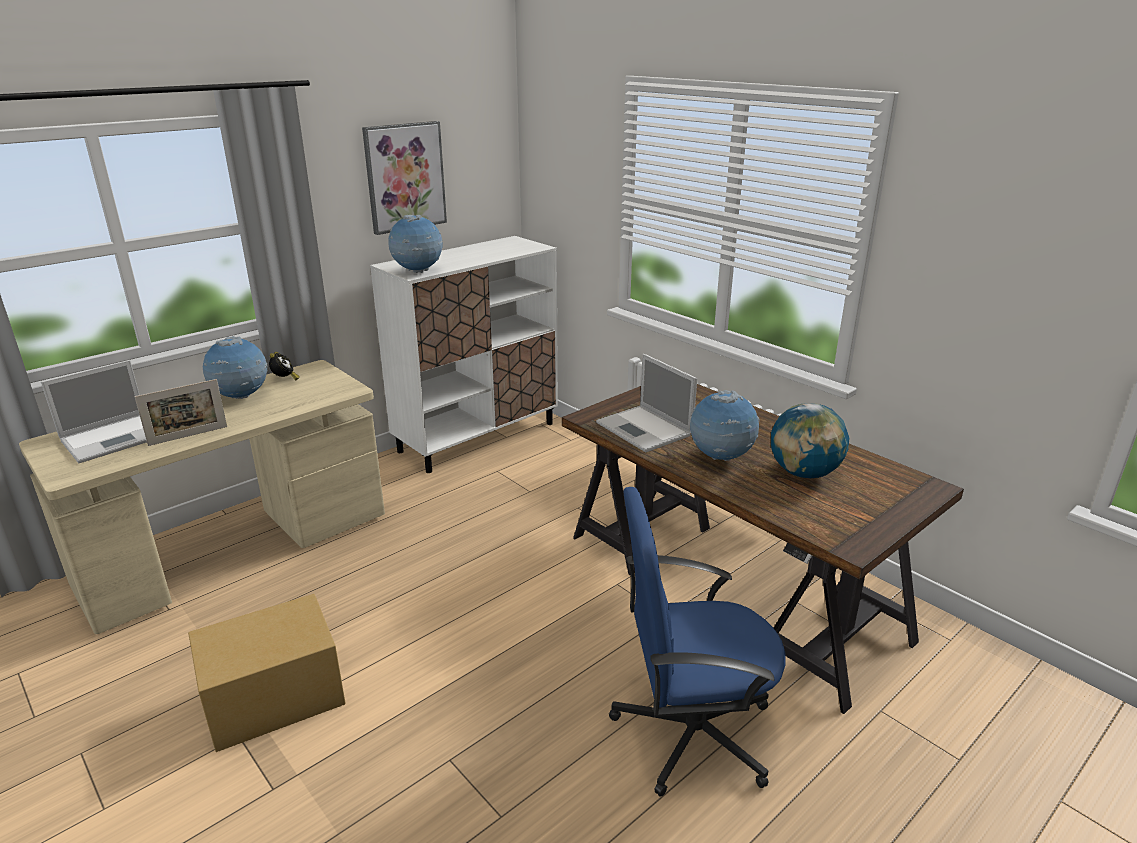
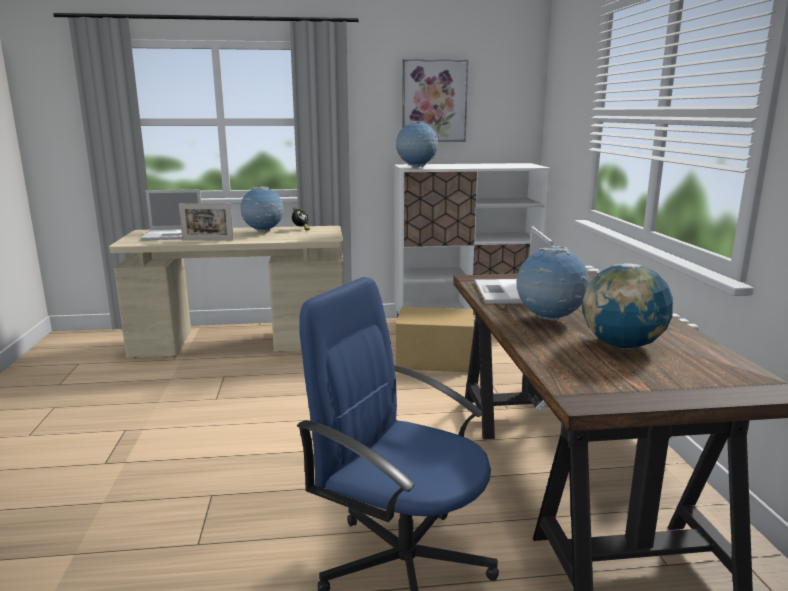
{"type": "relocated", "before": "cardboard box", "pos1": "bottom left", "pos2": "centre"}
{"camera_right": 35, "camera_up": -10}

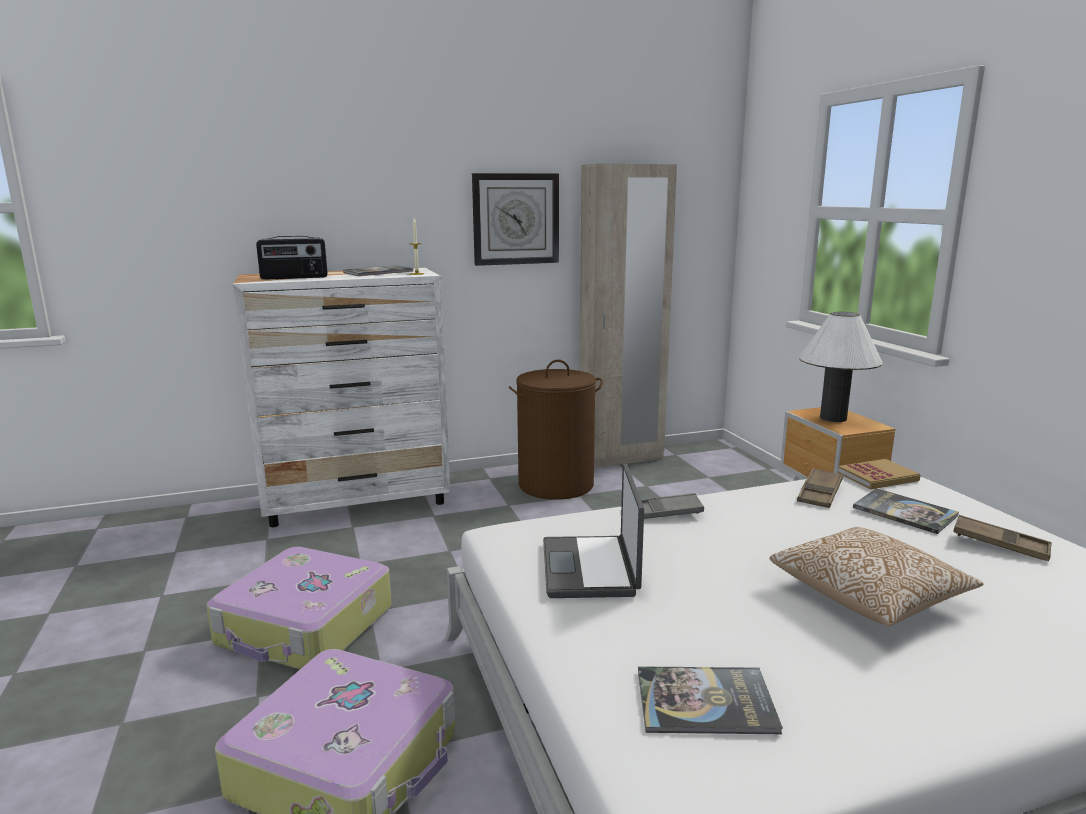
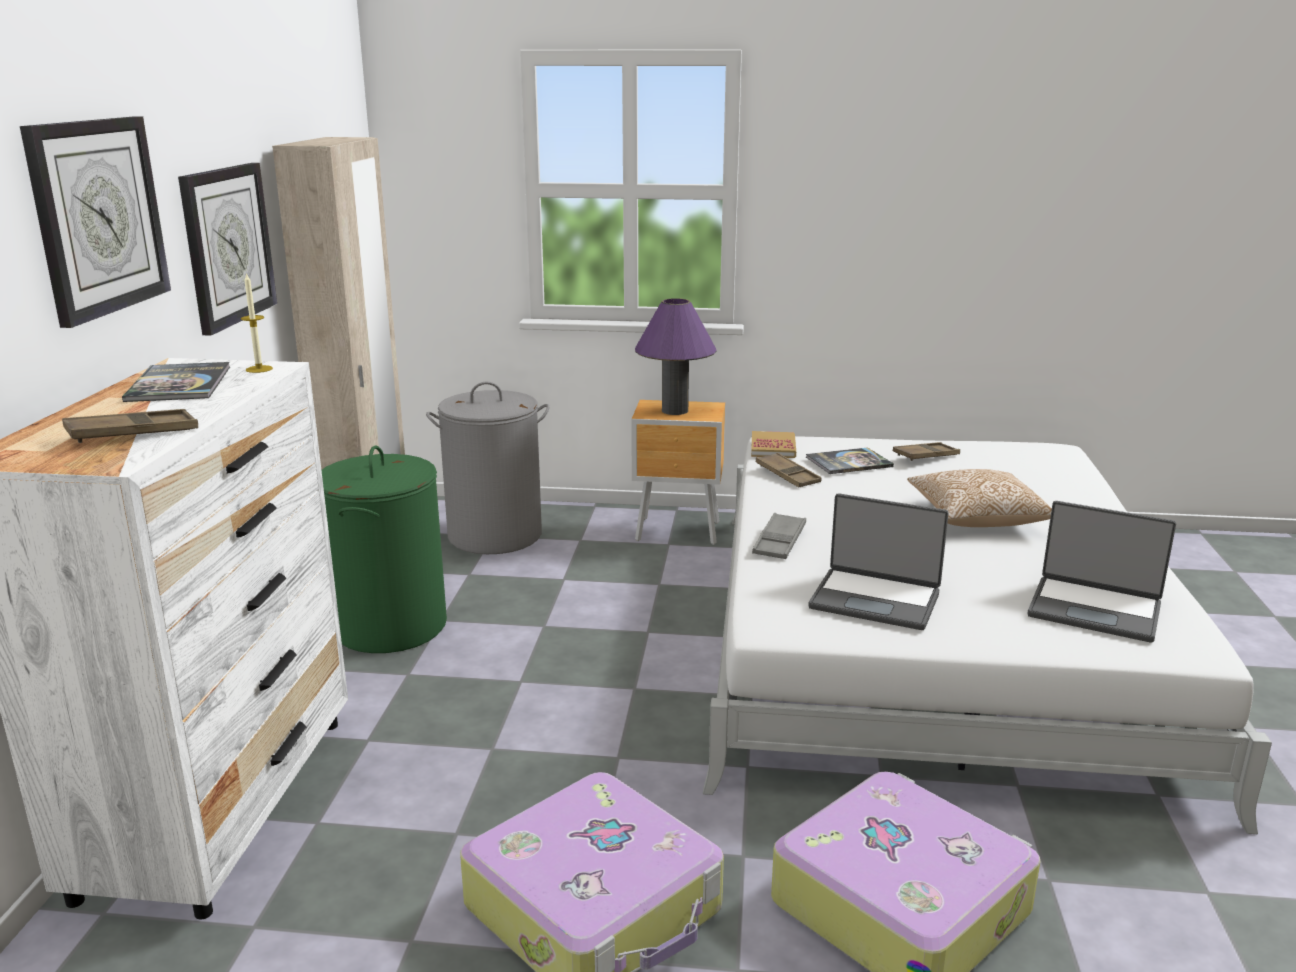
{"type": "appeared", "after": "wall clock (no. 1 from left)", "pos2": "top left"}
{"type": "appeared", "after": "grey laundry basket", "pos2": "centre"}
{"type": "exchanged", "before": "radio", "after": "brown tray (no. 1 from left)", "pos1": "top left", "pos2": "middle left"}
{"type": "exchanged", "before": "book (no. 2 from left)", "after": "laptop (no. 2 from left)", "pos1": "bottom centre", "pos2": "middle right"}
{"type": "colour", "before": "brown laundry basket", "after": "green laundry basket", "pos1": "centre", "pos2": "middle left"}
{"type": "colour", "before": "white table lamp", "after": "purple table lamp", "pos1": "middle right", "pos2": "centre"}
{"camera_right": -65, "camera_up": 5}

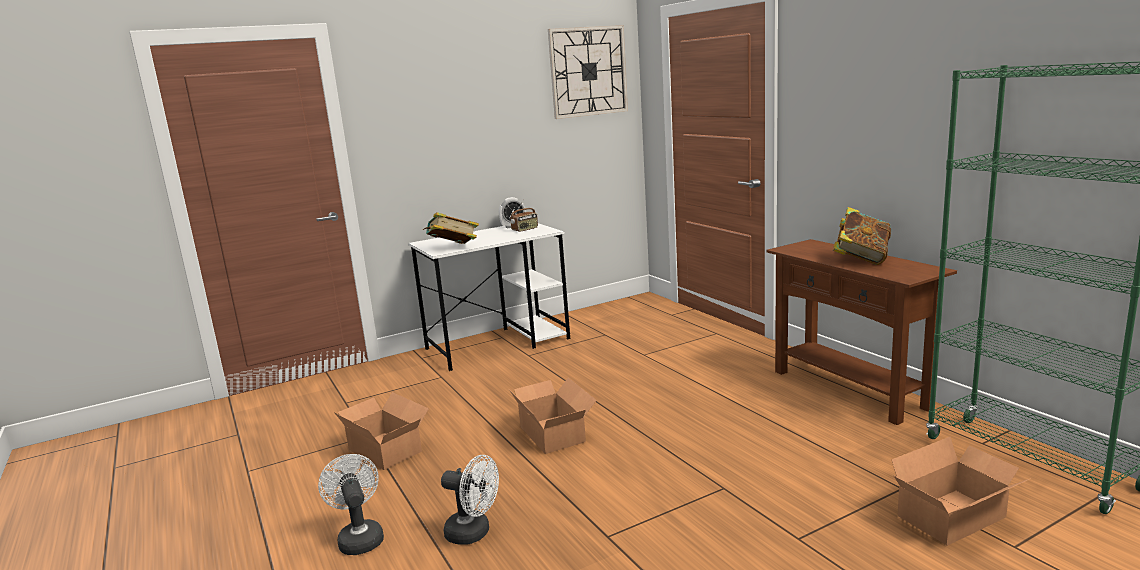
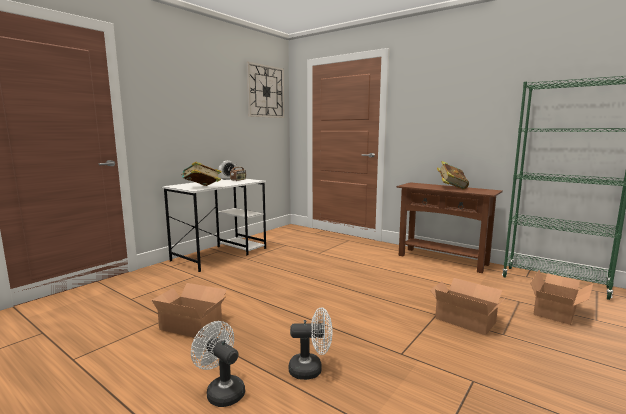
{"type": "relocated", "before": "cardboard box (no. 2 from left)", "pos1": "bottom centre", "pos2": "bottom right"}
{"camera_right": -25, "camera_up": -5}

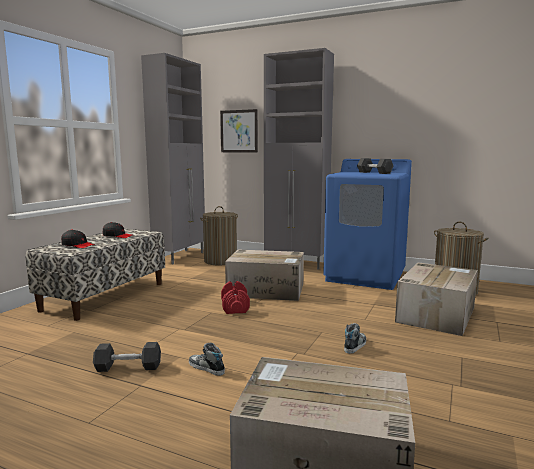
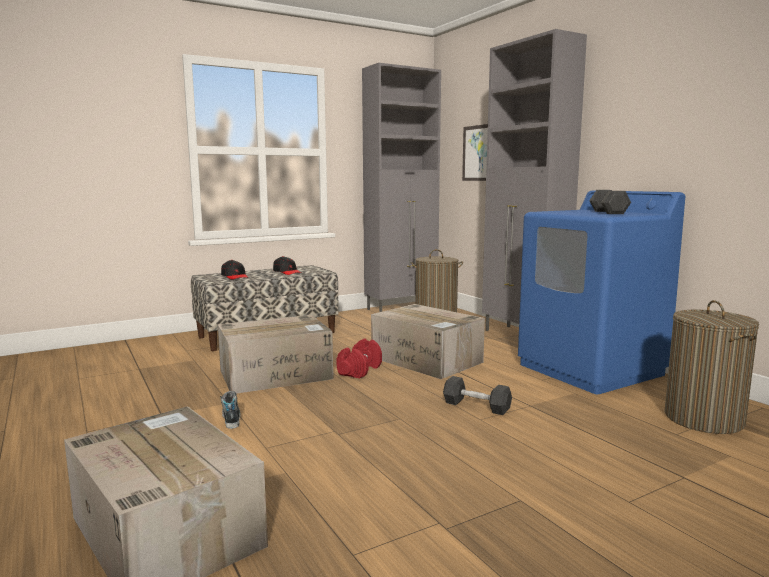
{"type": "missing", "before": "shoe (no. 2 from left)", "pos1": "bottom centre"}
{"type": "relocated", "before": "grey dumbbell (no. 1 from left)", "pos1": "bottom left", "pos2": "bottom centre"}
{"type": "relocated", "before": "cardboard box (no. 3 from left in the first image)", "after": "cardboard box (no. 2 from left)", "pos1": "middle right", "pos2": "centre"}
{"camera_right": 35, "camera_up": 0}

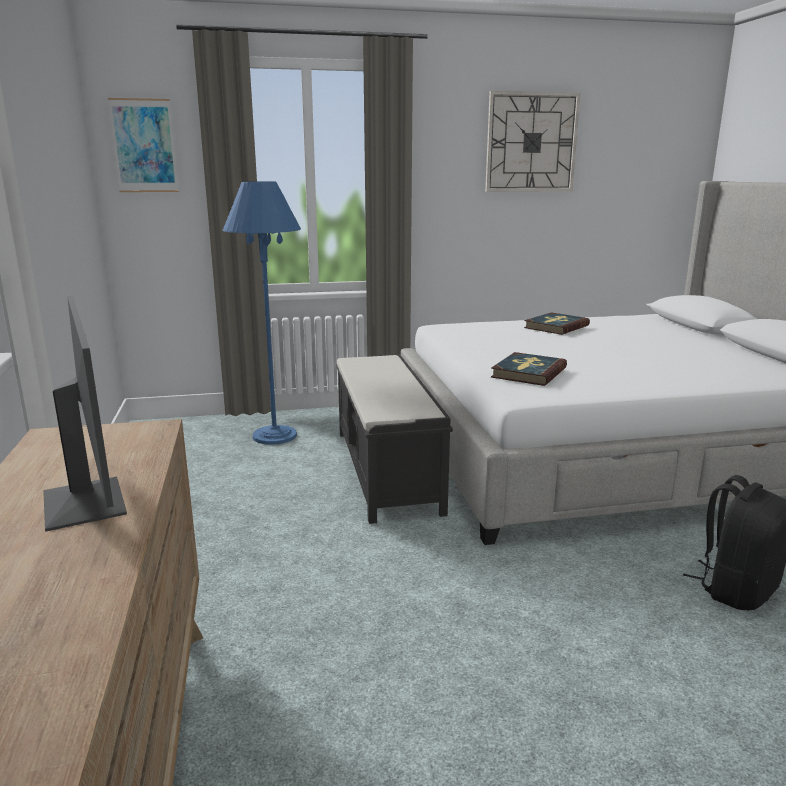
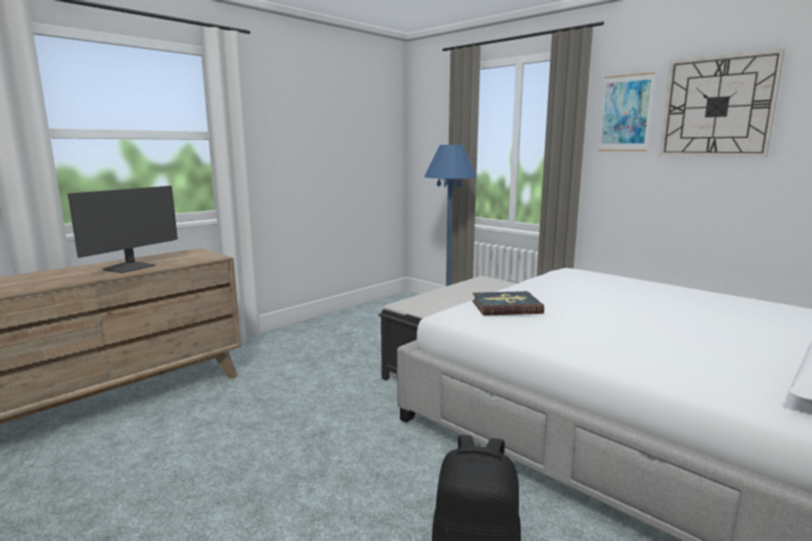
{"type": "missing", "before": "book (no. 2 from left)", "pos1": "middle right"}
{"type": "relocated", "before": "picture", "pos1": "top left", "pos2": "top right"}
{"camera_right": 55, "camera_up": -5}

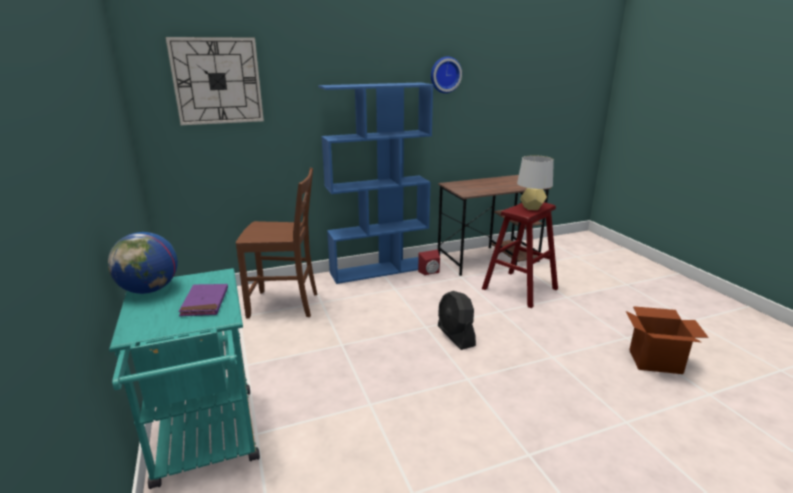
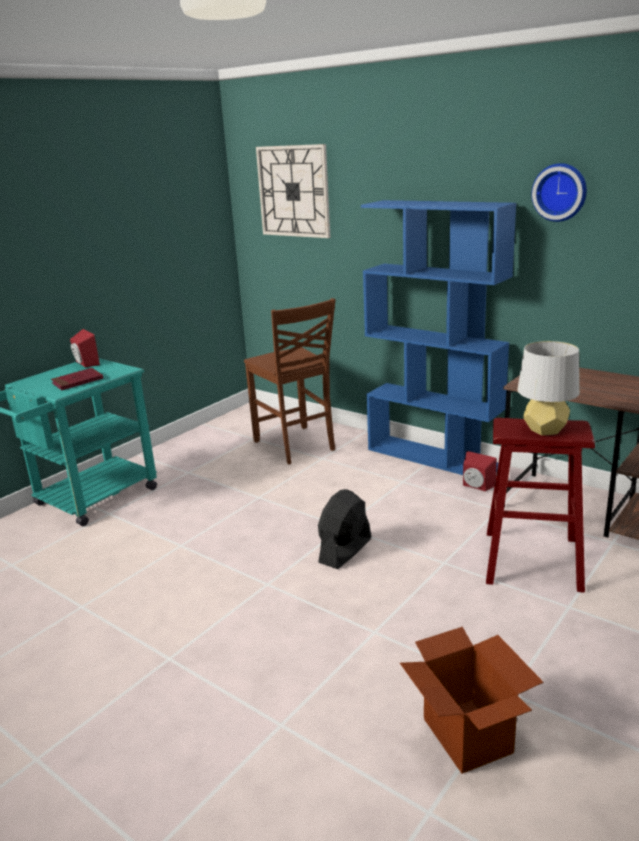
{"type": "exchanged", "before": "globe", "after": "red speaker (no. 1 from left)", "pos1": "middle left", "pos2": "middle left"}
{"type": "colour", "before": "purple book", "after": "red book", "pos1": "middle left", "pos2": "middle left"}
{"camera_right": 60, "camera_up": 0}

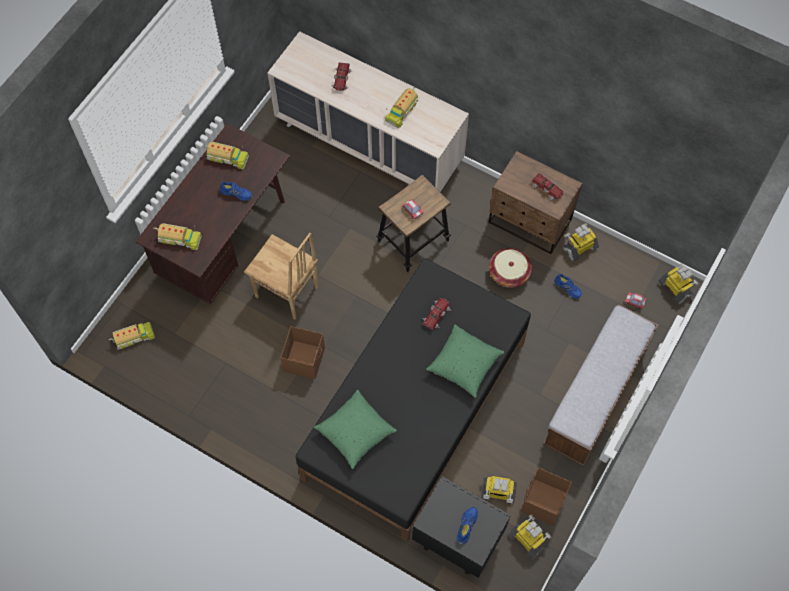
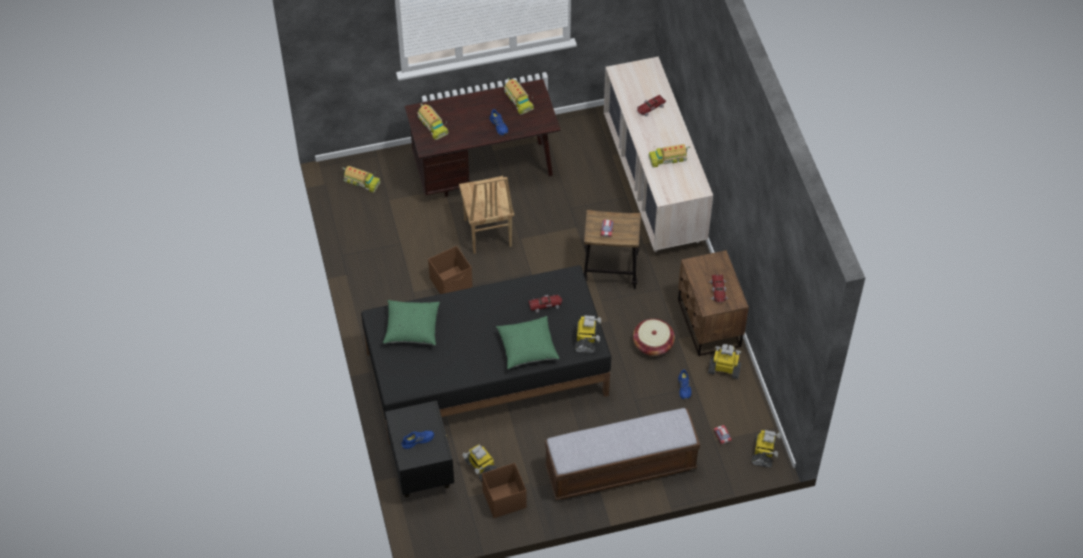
{"type": "relocated", "before": "toy robot (no. 2 from left)", "pos1": "bottom right", "pos2": "centre"}
{"camera_right": 45, "camera_up": -10}

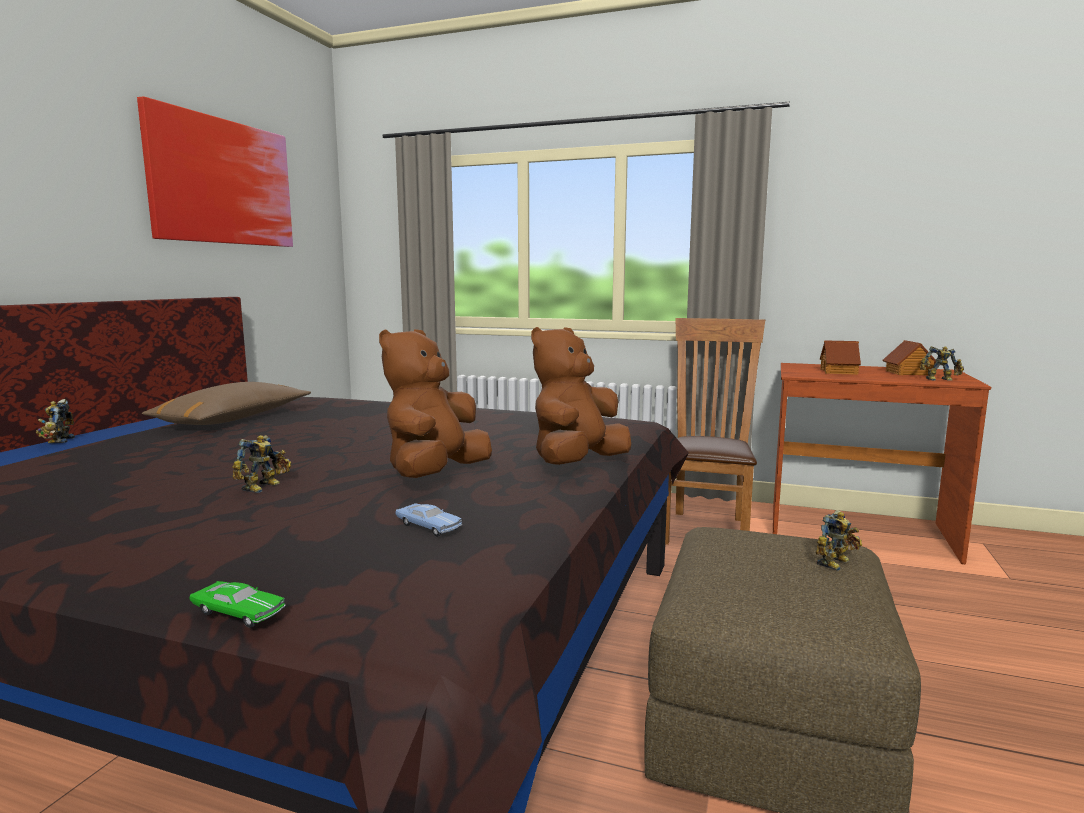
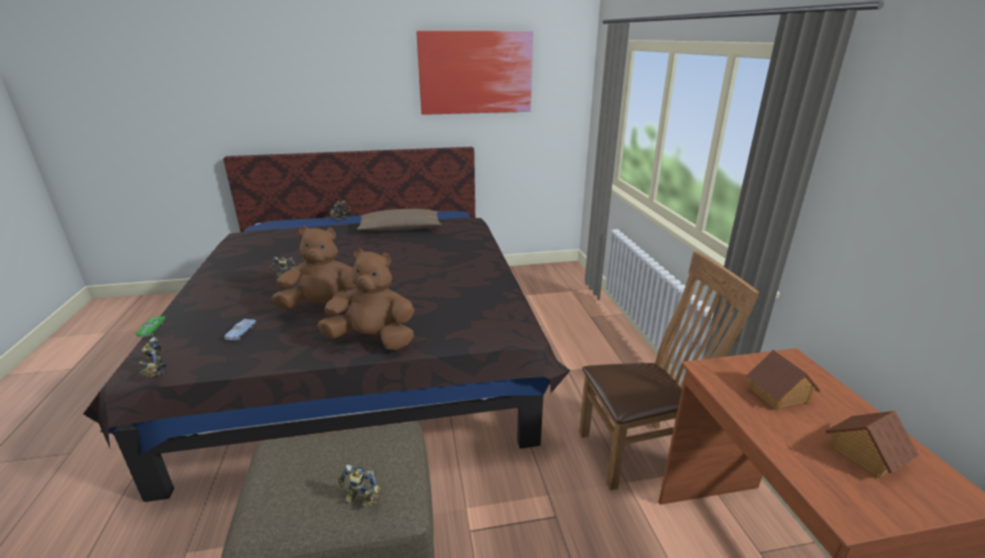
{"type": "relocated", "before": "toy robot (no. 4 from left in the first image)", "after": "toy robot (no. 1 from left)", "pos1": "middle right", "pos2": "middle left"}
{"camera_right": 60, "camera_up": 15}

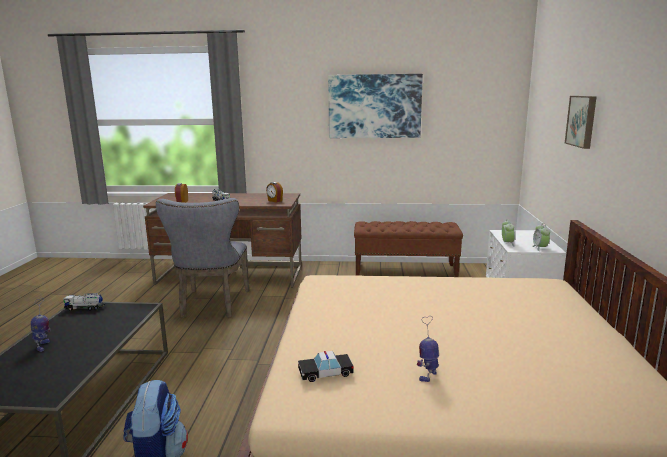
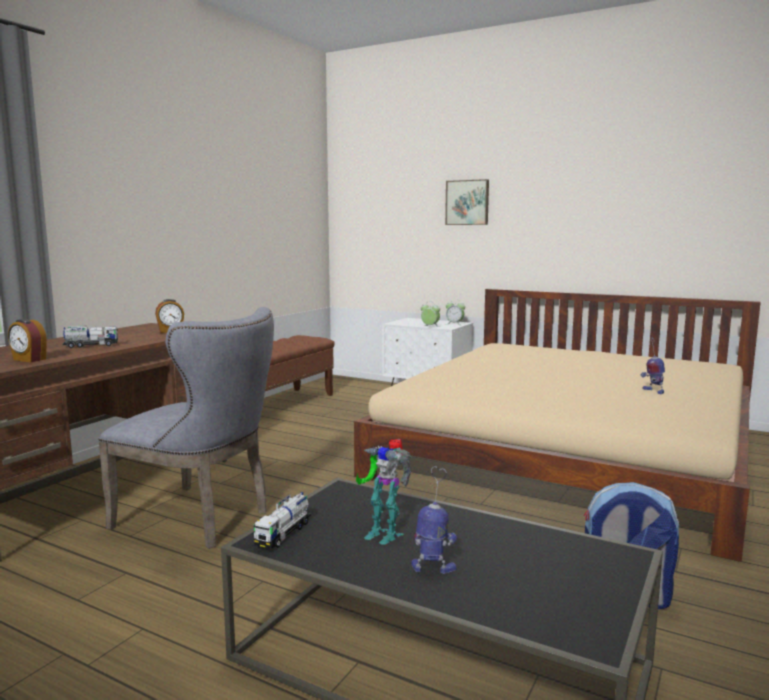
{"type": "missing", "before": "toy car", "pos1": "bottom centre"}
{"type": "missing", "before": "picture (no. 1 from left)", "pos1": "top centre"}
{"type": "appeared", "after": "toy robot (no. 1 from left)", "pos2": "bottom centre"}
{"camera_right": -65, "camera_up": -5}

